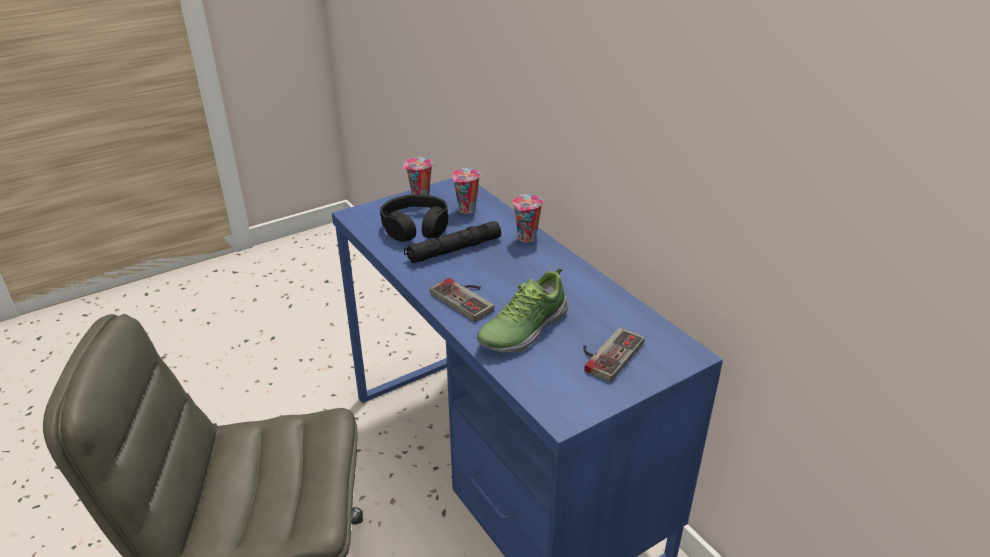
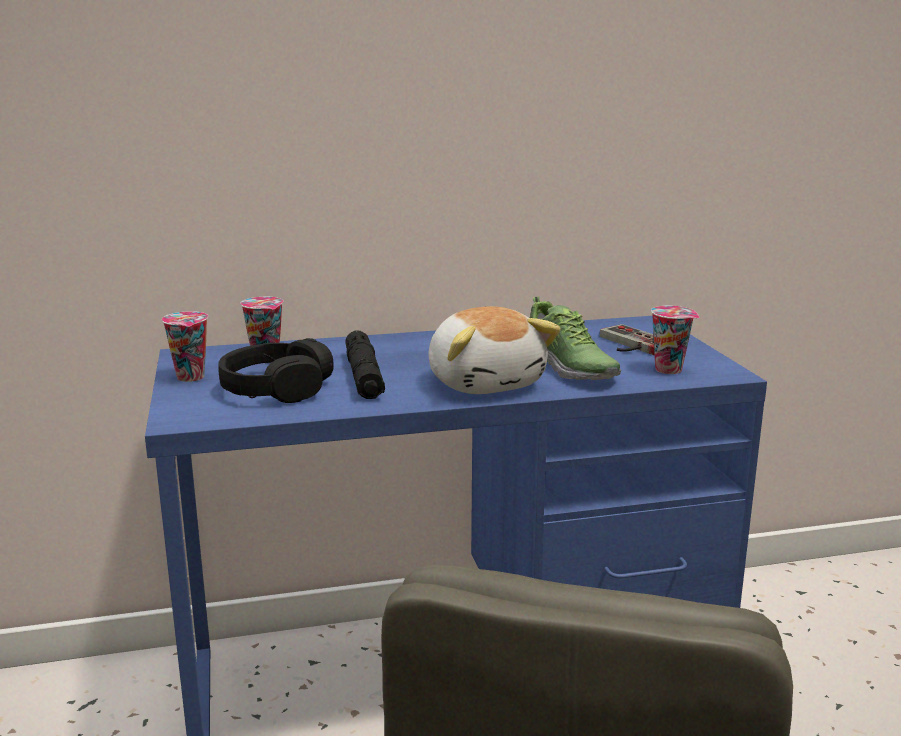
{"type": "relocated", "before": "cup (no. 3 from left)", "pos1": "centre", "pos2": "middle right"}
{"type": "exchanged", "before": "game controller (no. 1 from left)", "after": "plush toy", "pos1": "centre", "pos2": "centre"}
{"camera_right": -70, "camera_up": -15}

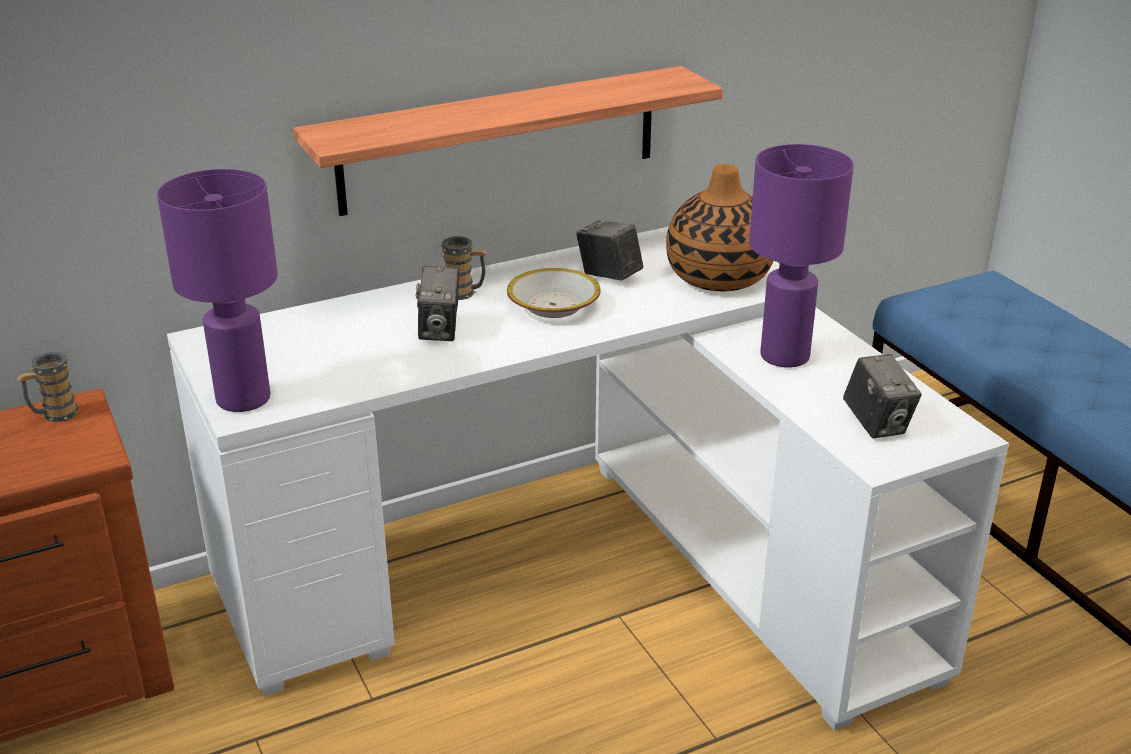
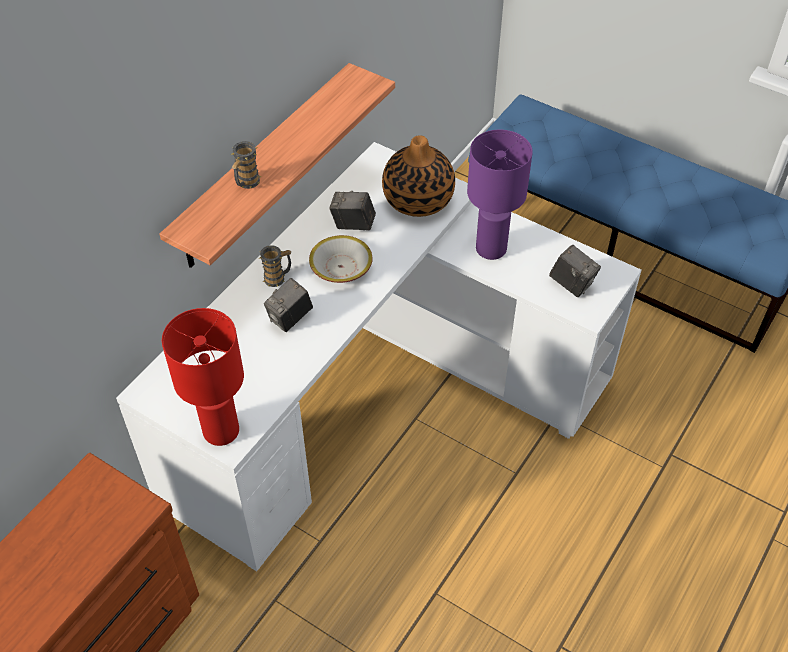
{"type": "relocated", "before": "mug (no. 1 from left)", "pos1": "middle left", "pos2": "top left"}
{"type": "colour", "before": "purple table lamp (no. 1 from left)", "after": "red table lamp", "pos1": "middle left", "pos2": "middle left"}
{"type": "spun", "before": "photo camera (no. 1 from left)", "pos1": "centre", "pos2": "centre", "turn": 75}
{"camera_right": -30, "camera_up": 20}

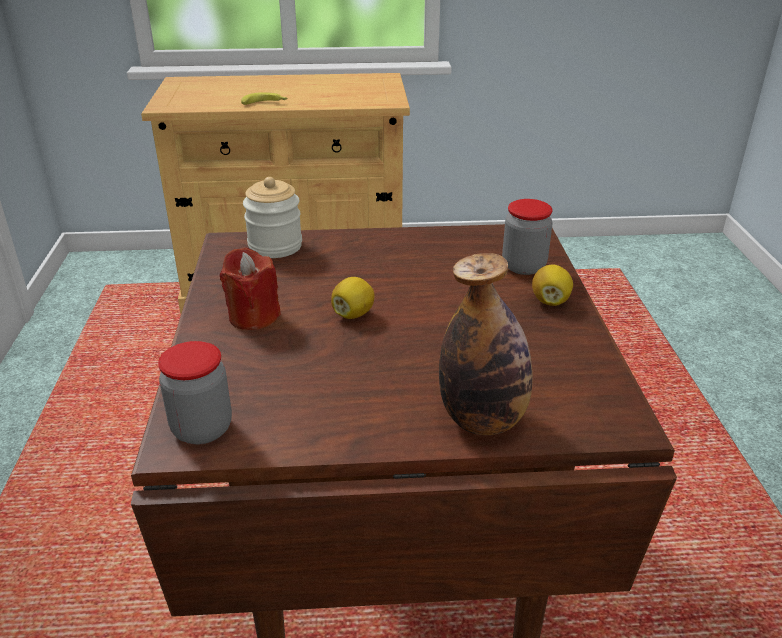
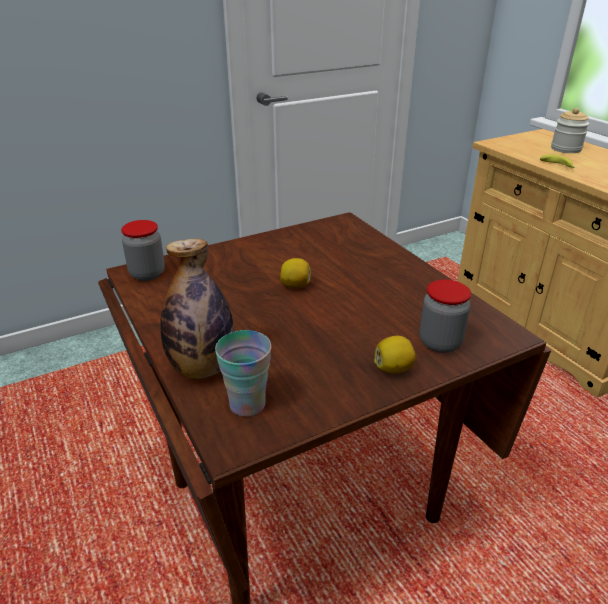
{"type": "missing", "before": "red candle", "pos1": "middle left"}
{"type": "appeared", "after": "cup", "pos2": "centre"}
{"type": "relocated", "before": "jar (no. 2 from left in the first image)", "after": "jar (no. 3 from left)", "pos1": "centre", "pos2": "top right"}
{"camera_right": 65, "camera_up": 0}

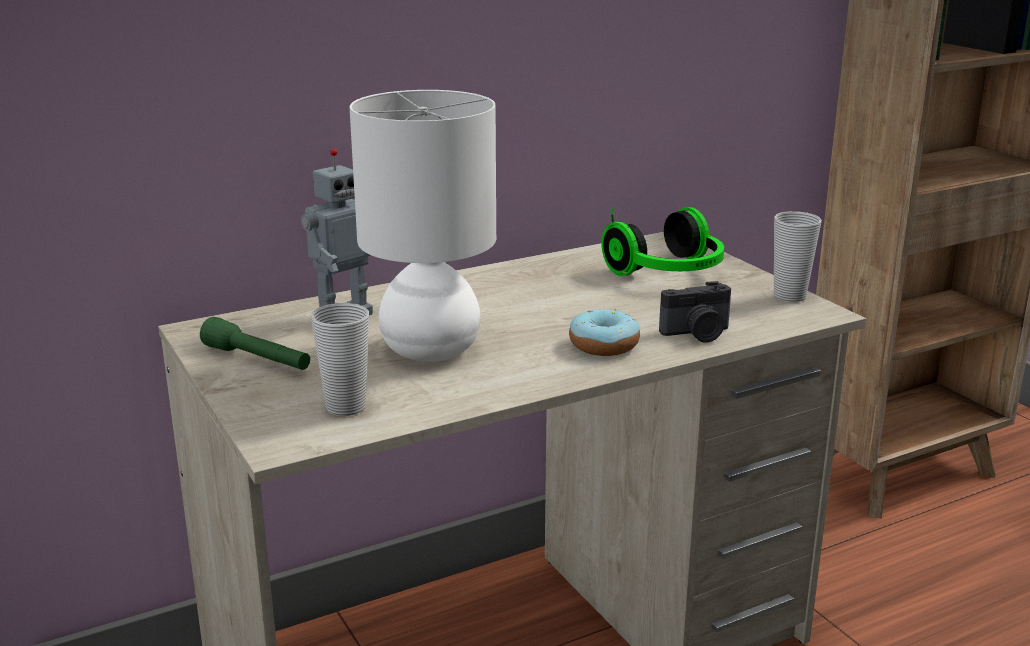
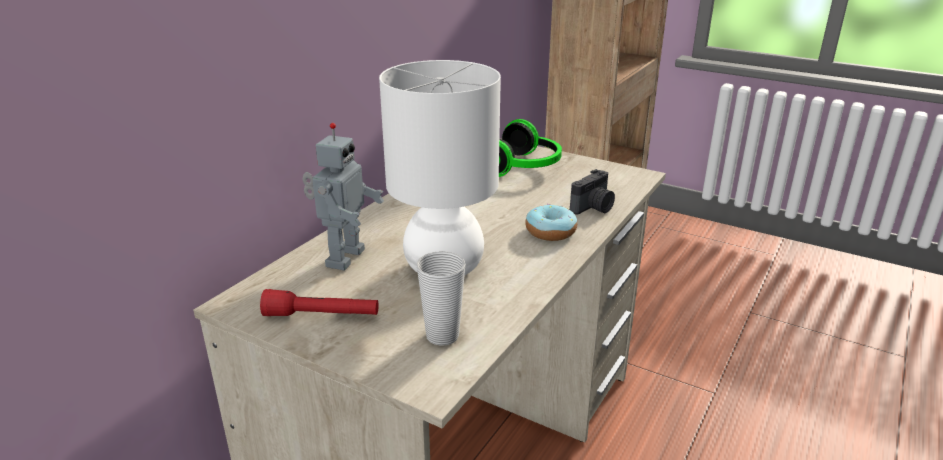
{"type": "missing", "before": "cup (no. 2 from left)", "pos1": "middle right"}
{"type": "colour", "before": "green flashlight", "after": "red flashlight", "pos1": "middle left", "pos2": "centre"}
{"camera_right": -30, "camera_up": 5}

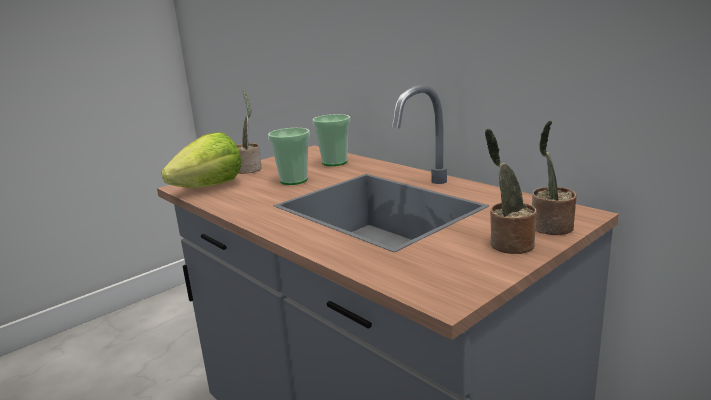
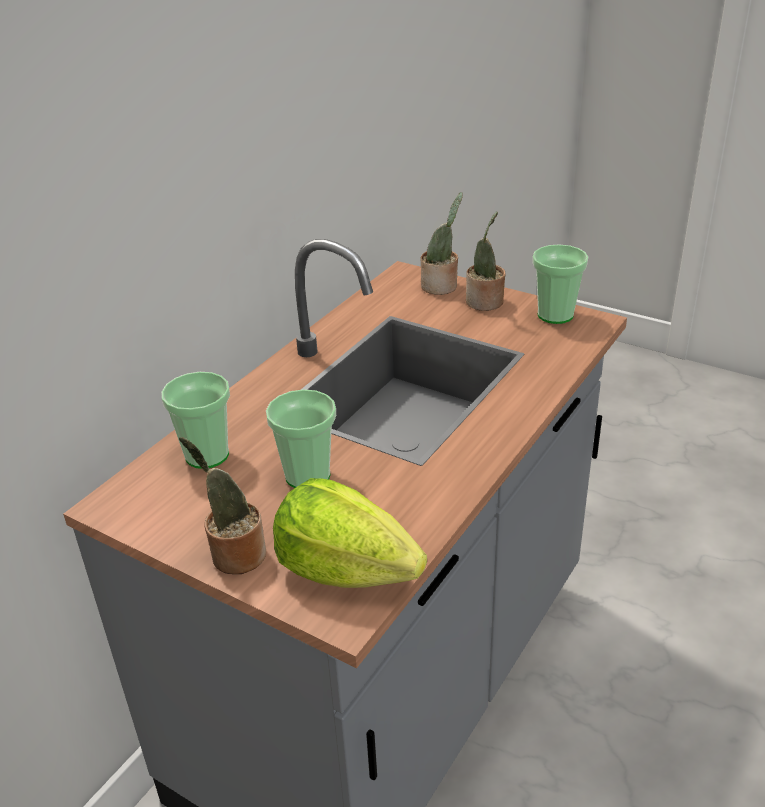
{"type": "appeared", "after": "cup (no. 3 from left)", "pos2": "middle right"}
{"camera_right": -105, "camera_up": 15}

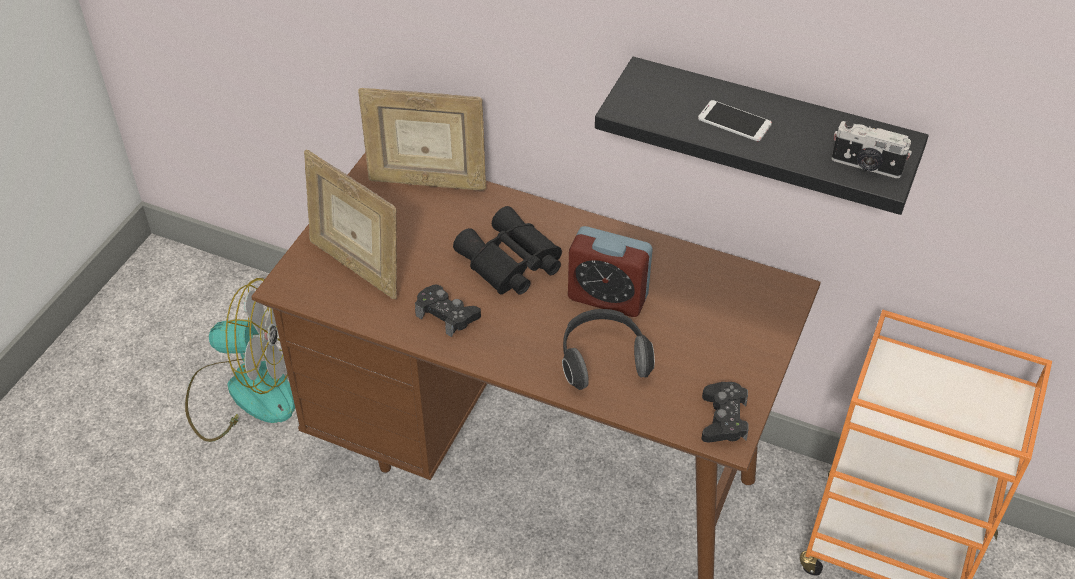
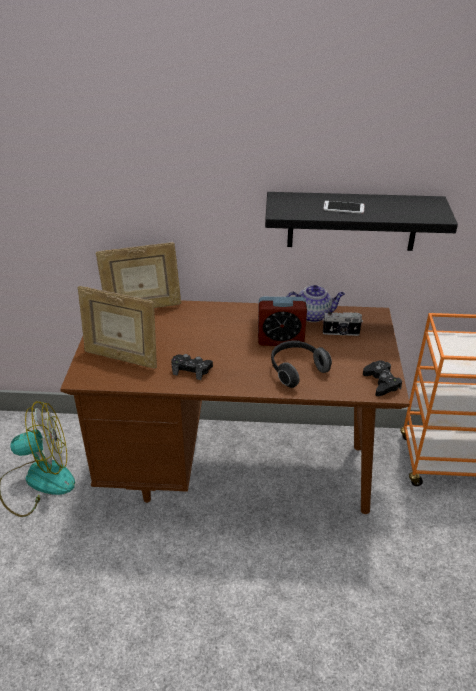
{"type": "missing", "before": "black binoculars", "pos1": "centre"}
{"type": "appeared", "after": "teapot", "pos2": "centre"}
{"type": "relocated", "before": "photo camera", "pos1": "top right", "pos2": "middle right"}
{"camera_right": -20, "camera_up": -10}

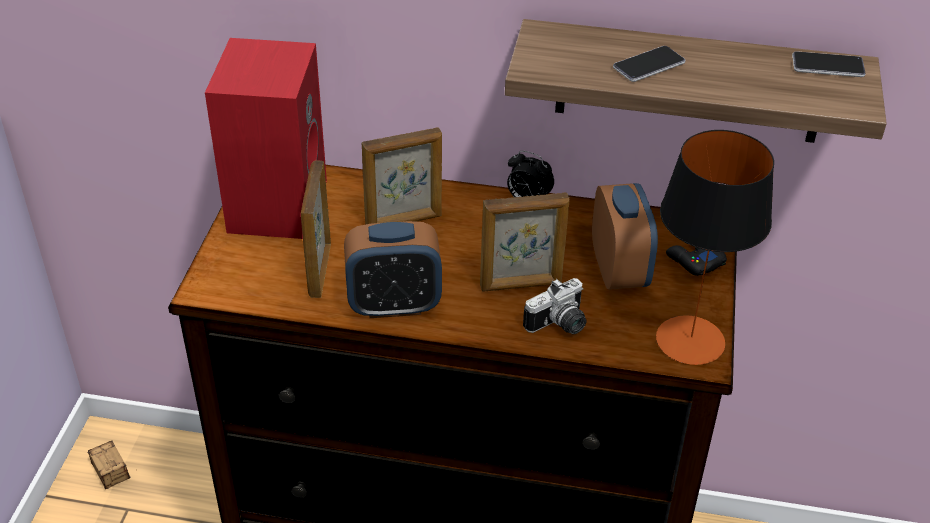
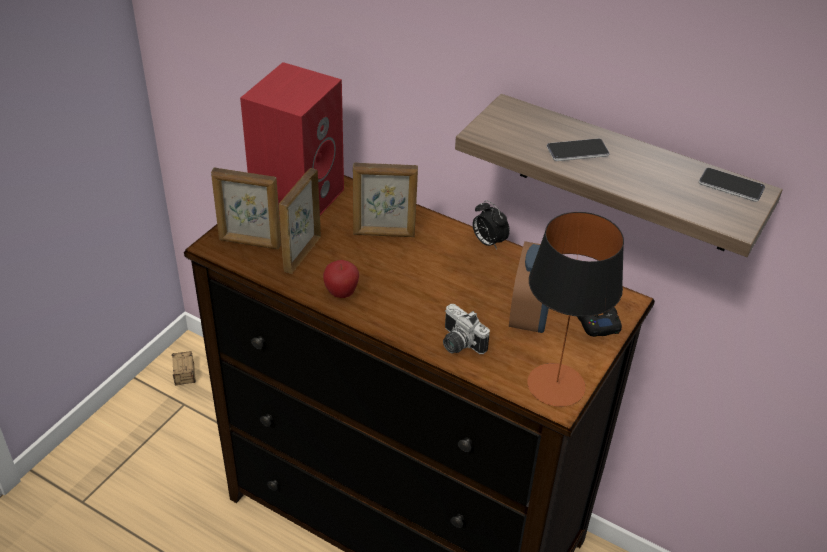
{"type": "relocated", "before": "picture frame (no. 3 from left in the first image)", "after": "picture frame (no. 1 from left)", "pos1": "centre", "pos2": "middle left"}
{"type": "exchanged", "before": "alarm clock (no. 1 from left)", "after": "apple", "pos1": "centre", "pos2": "centre"}
{"type": "spun", "before": "photo camera", "pos1": "centre", "pos2": "centre", "turn": 60}
{"camera_right": 20, "camera_up": 0}

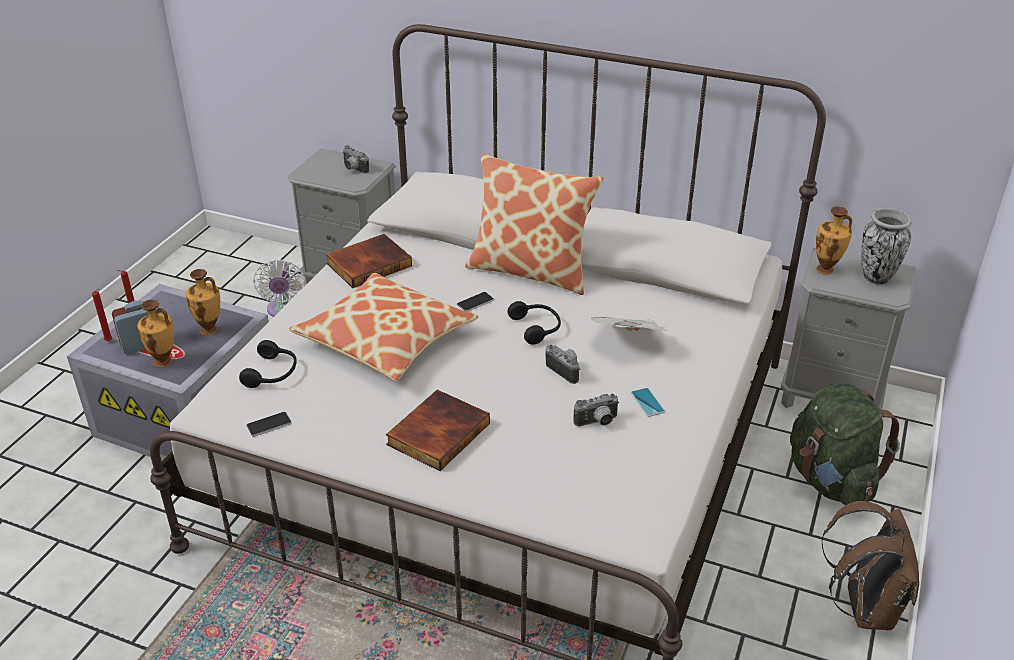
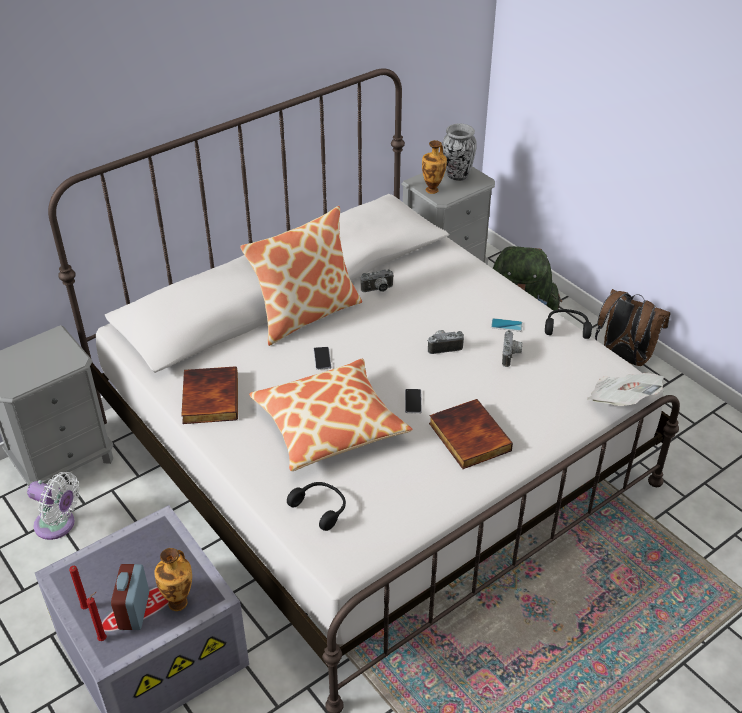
{"type": "missing", "before": "vase (no. 2 from left)", "pos1": "middle left"}
{"type": "relocated", "before": "phone (no. 1 from left in the first image)", "after": "phone (no. 2 from left)", "pos1": "middle left", "pos2": "centre"}
{"type": "relocated", "before": "photo camera (no. 1 from left)", "pos1": "top centre", "pos2": "centre"}
{"type": "relocated", "before": "black headphones (no. 2 from left)", "pos1": "centre", "pos2": "middle right"}
{"type": "relocated", "before": "newspaper", "pos1": "centre", "pos2": "middle right"}
{"camera_right": -60, "camera_up": 5}

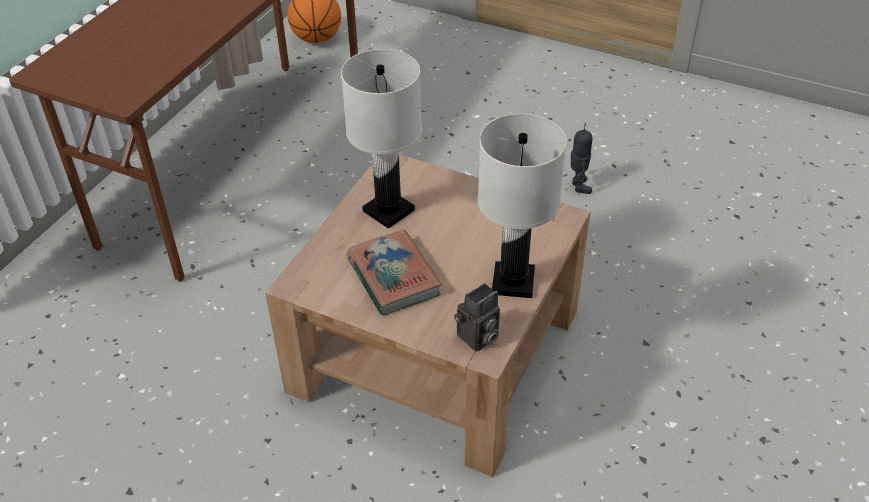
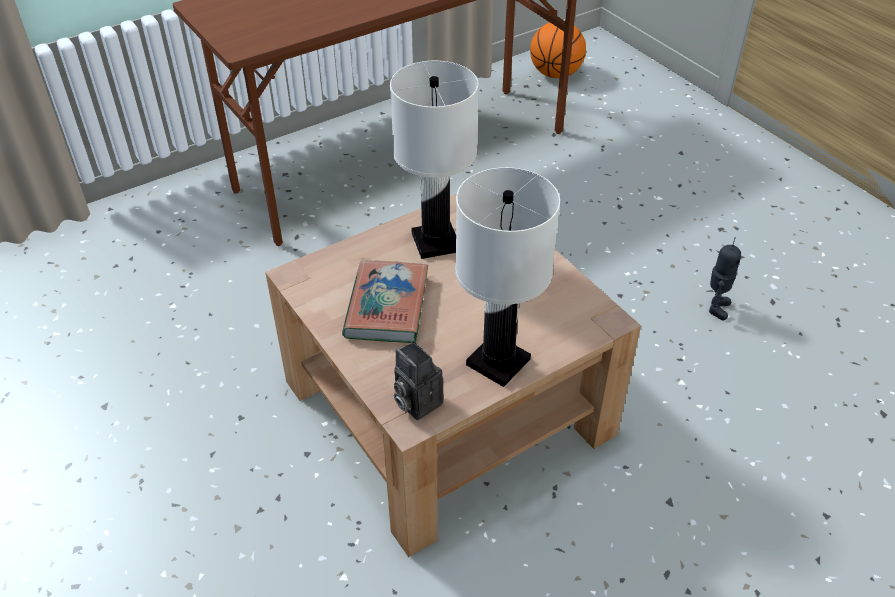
{"type": "spun", "before": "photo camera", "pos1": "centre", "pos2": "centre", "turn": 60}
{"camera_right": 30, "camera_up": 0}

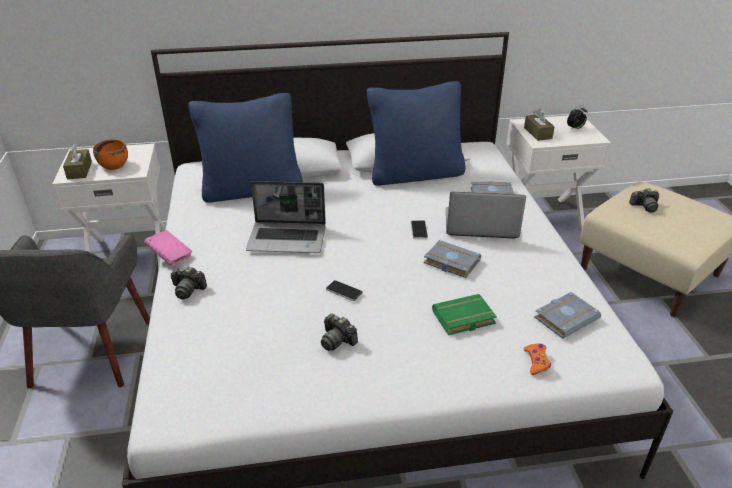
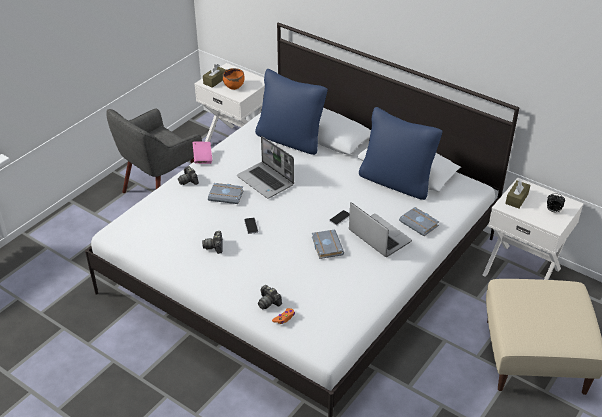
{"type": "missing", "before": "green book", "pos1": "centre"}
{"type": "relocated", "before": "grey book (no. 3 from left in the first image)", "after": "grey book (no. 1 from left)", "pos1": "middle right", "pos2": "centre"}
{"type": "relocated", "before": "photo camera (no. 3 from left)", "pos1": "middle right", "pos2": "bottom centre"}
{"camera_right": 45, "camera_up": 5}

